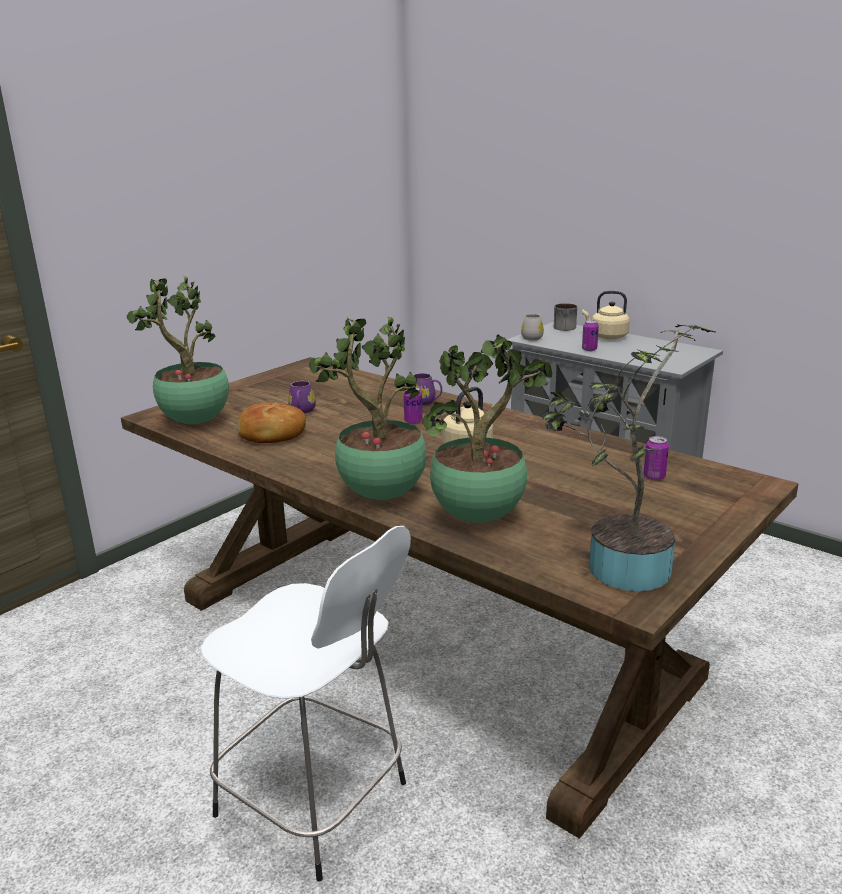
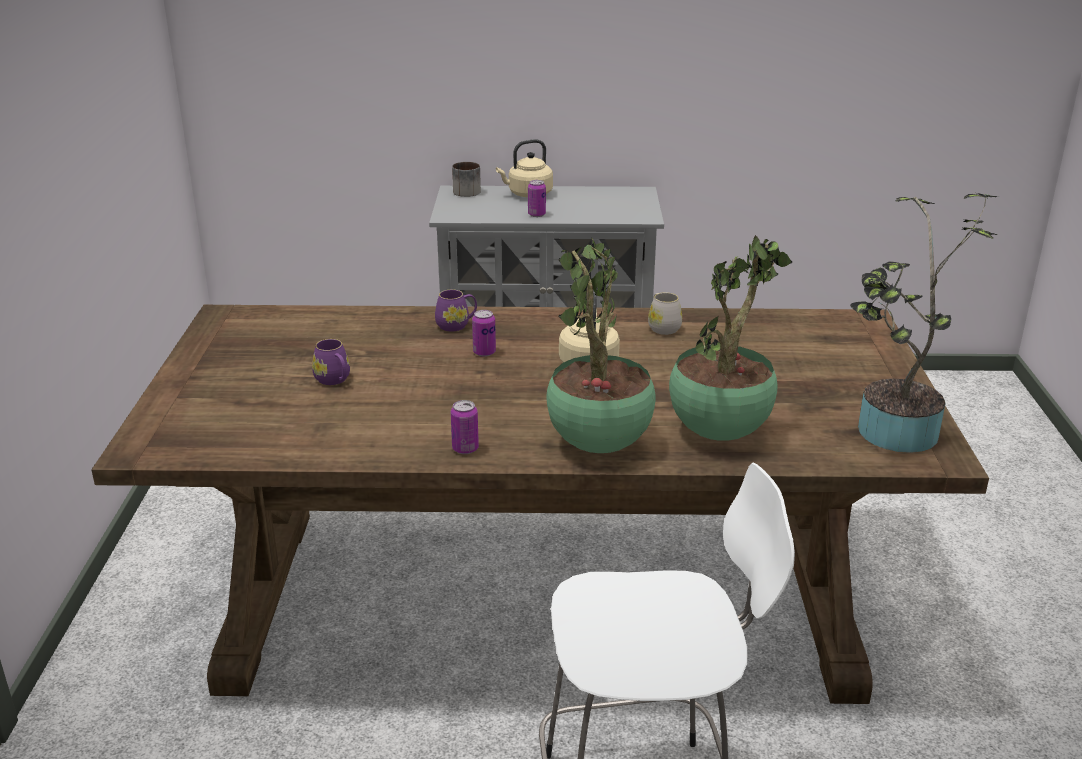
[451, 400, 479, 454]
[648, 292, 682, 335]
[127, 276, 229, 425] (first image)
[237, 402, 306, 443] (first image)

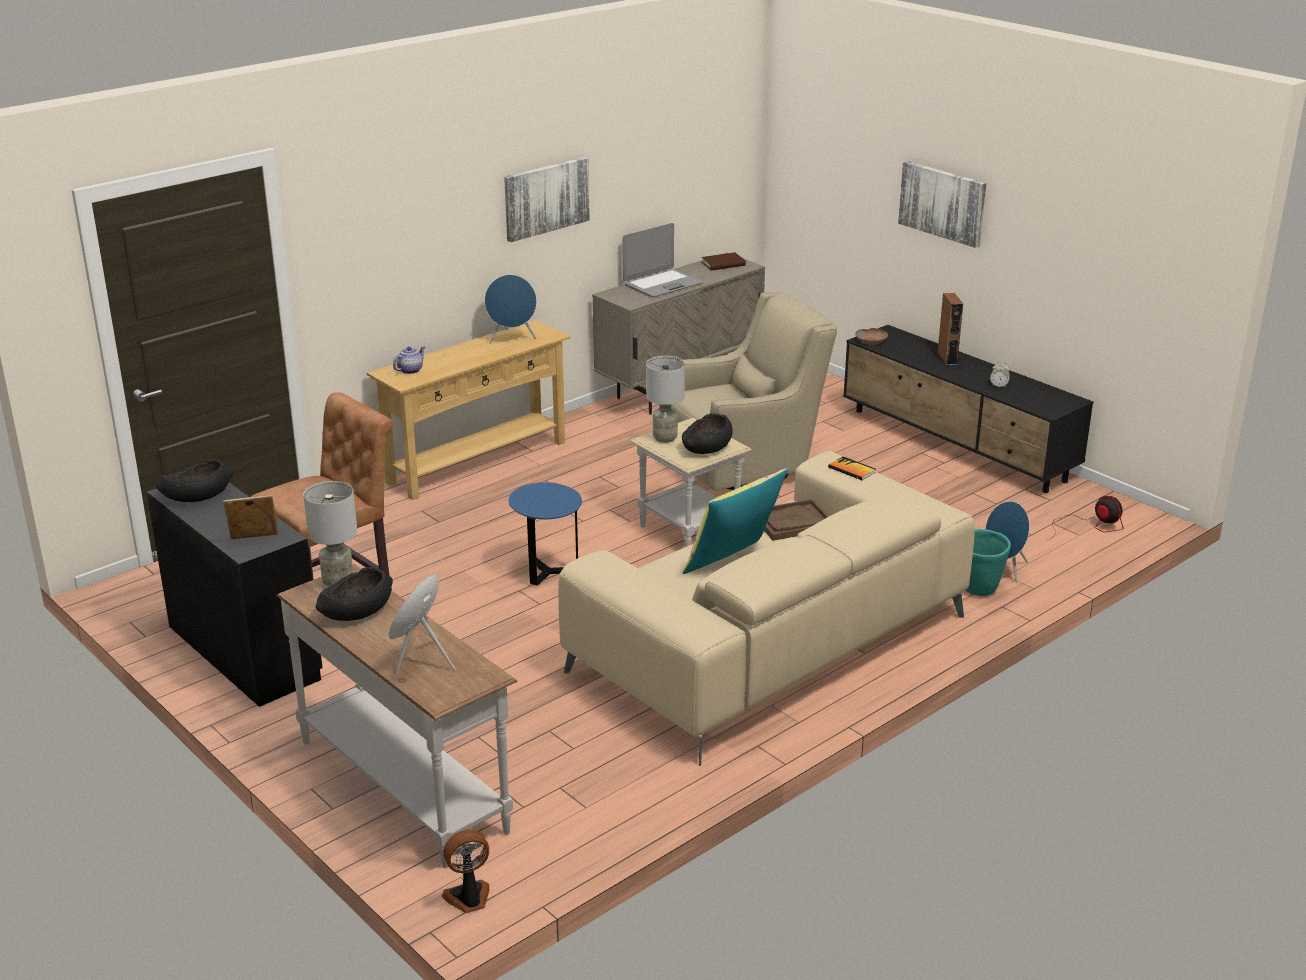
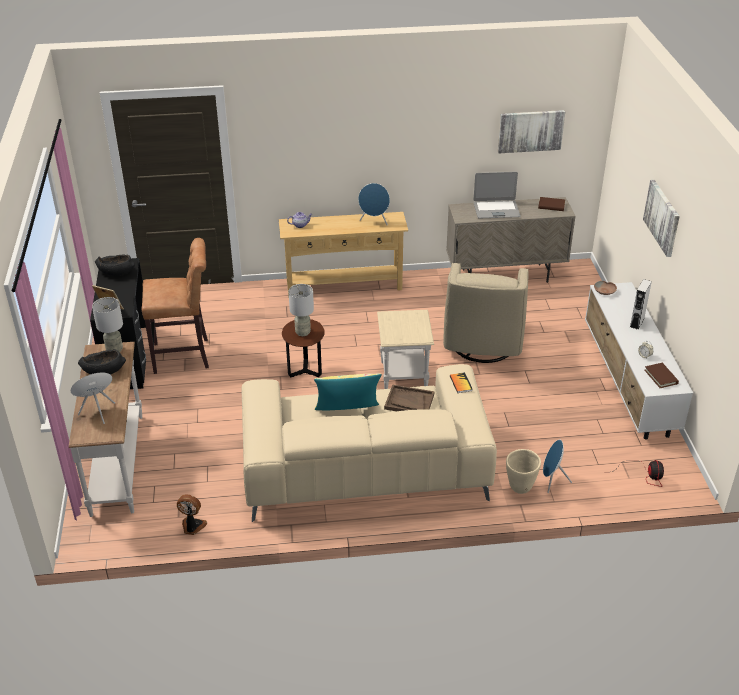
[177, 494, 207, 535]
[282, 319, 325, 377]
[288, 284, 314, 336]
[443, 263, 529, 363]
[498, 110, 565, 153]
[506, 449, 541, 494]
[585, 282, 693, 439]
[630, 279, 652, 330]
[644, 363, 679, 388]
[682, 413, 733, 454] (first image)

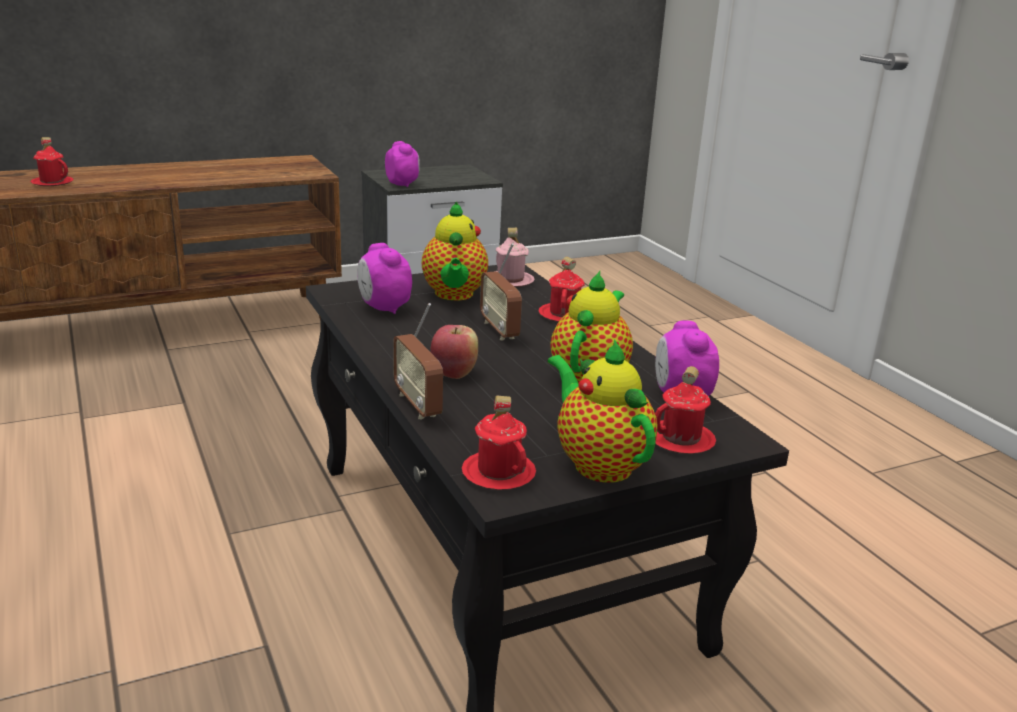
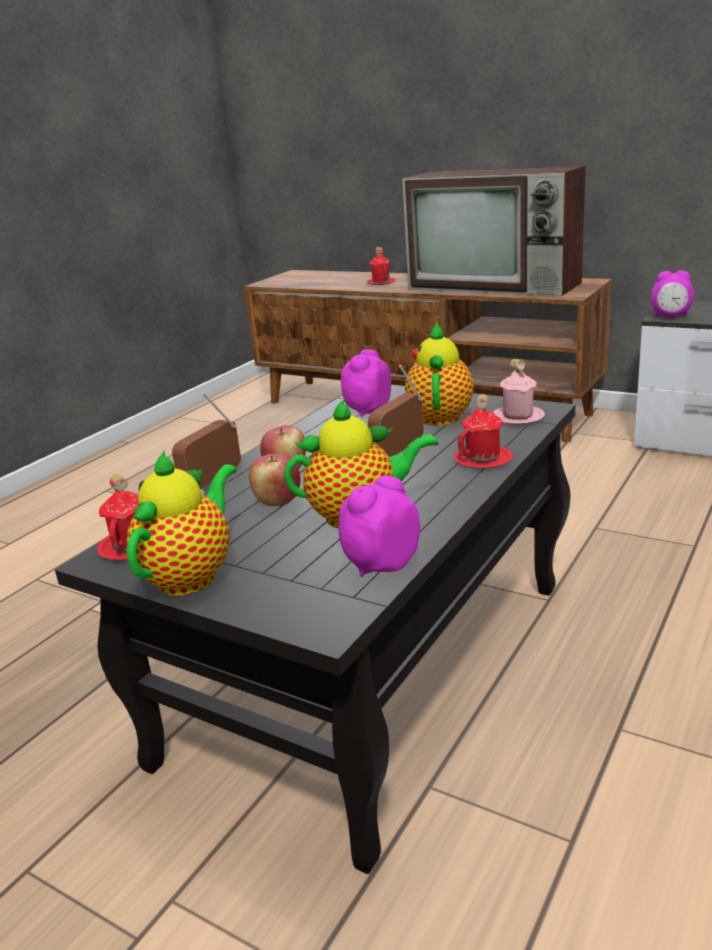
[249, 454, 300, 506]
[402, 166, 586, 296]
[405, 323, 474, 426]
[651, 270, 694, 317]
[655, 366, 716, 454] (first image)

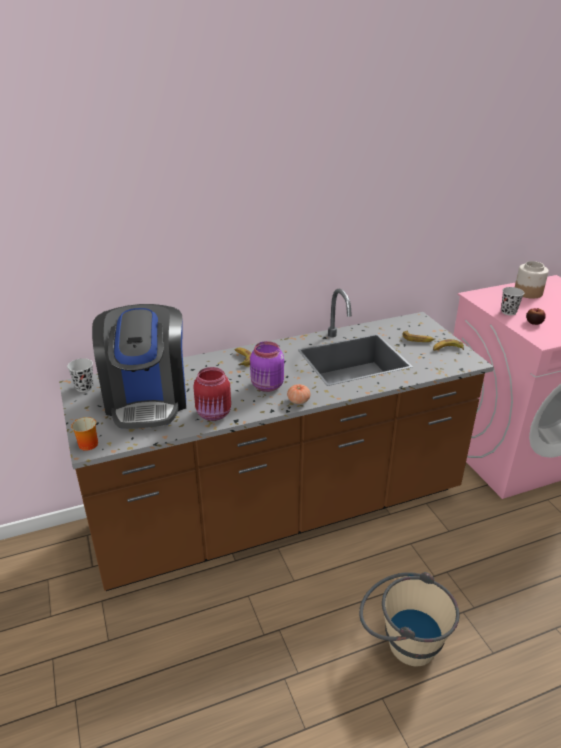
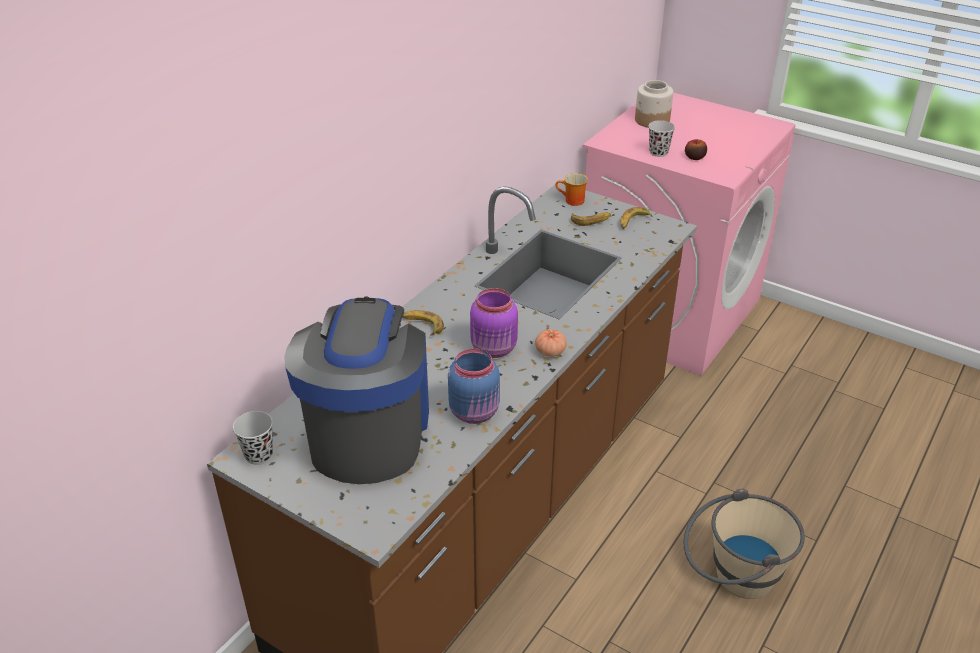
[284, 296, 429, 484]
[448, 348, 500, 424]
[555, 173, 588, 206]

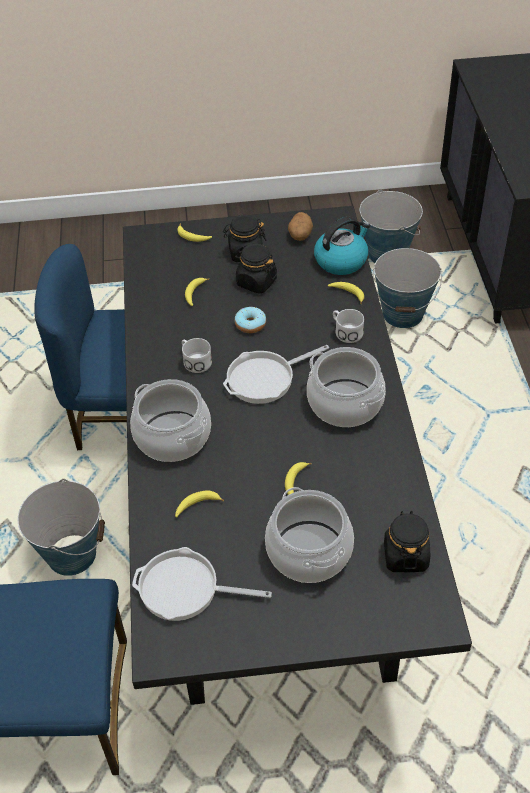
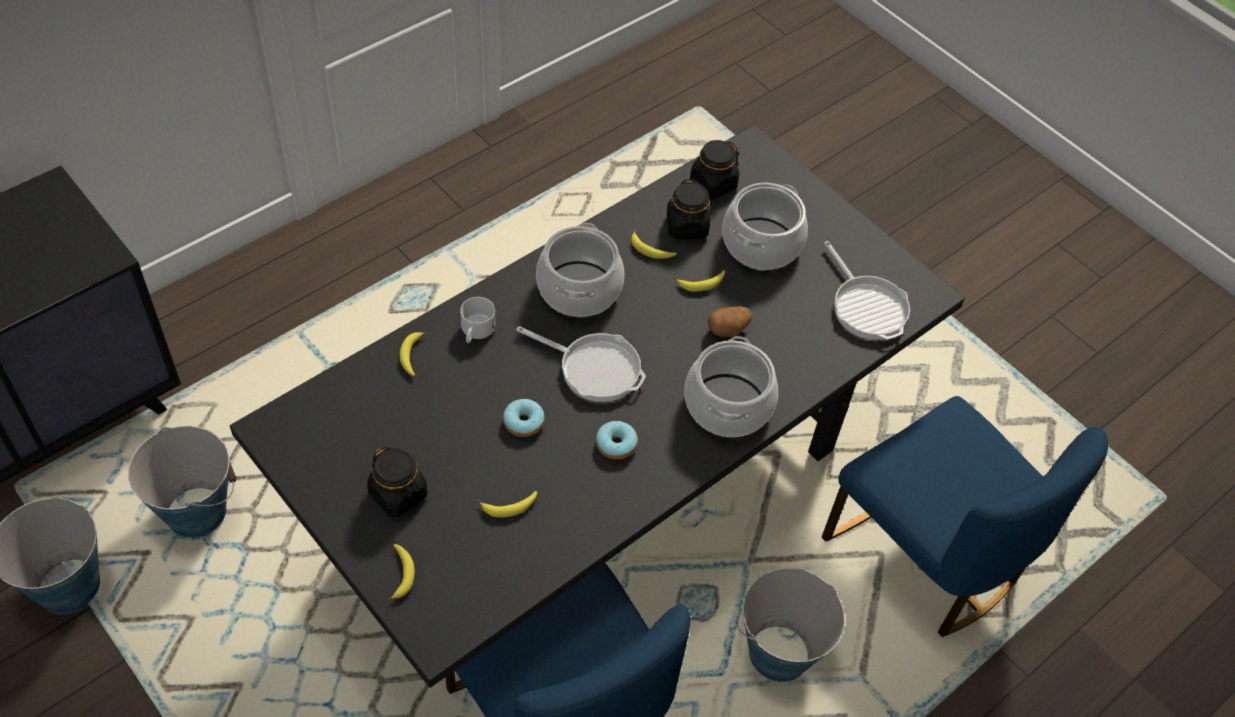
[596, 421, 638, 460]
[631, 230, 677, 259]
[667, 179, 710, 239]
[707, 306, 752, 337]
[314, 217, 370, 275] (first image)

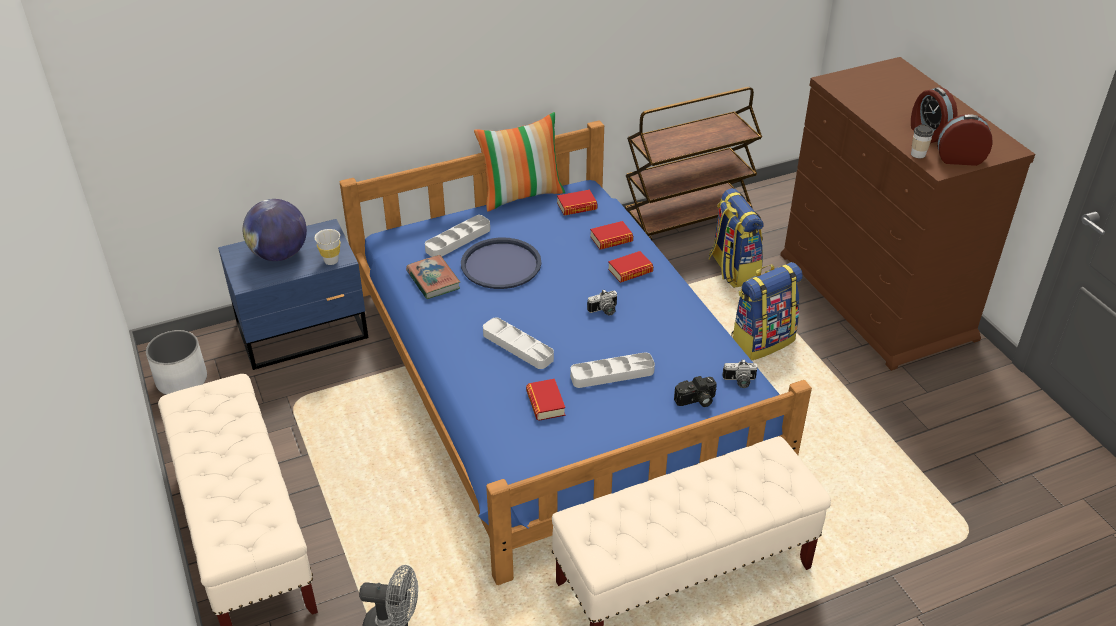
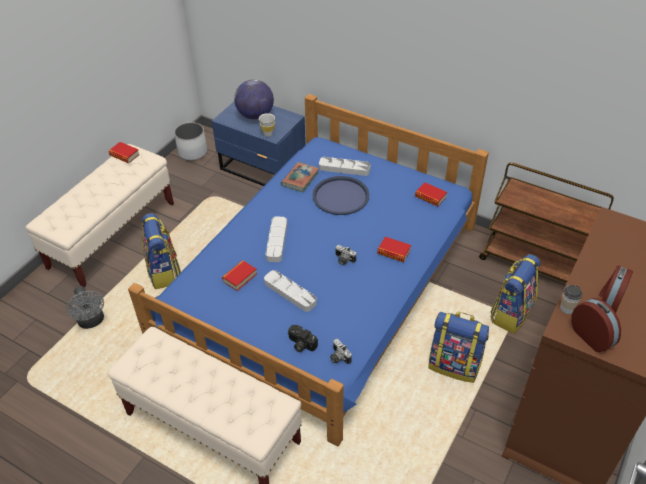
[109, 142, 140, 163]
[142, 213, 181, 289]
[474, 112, 565, 211] (first image)

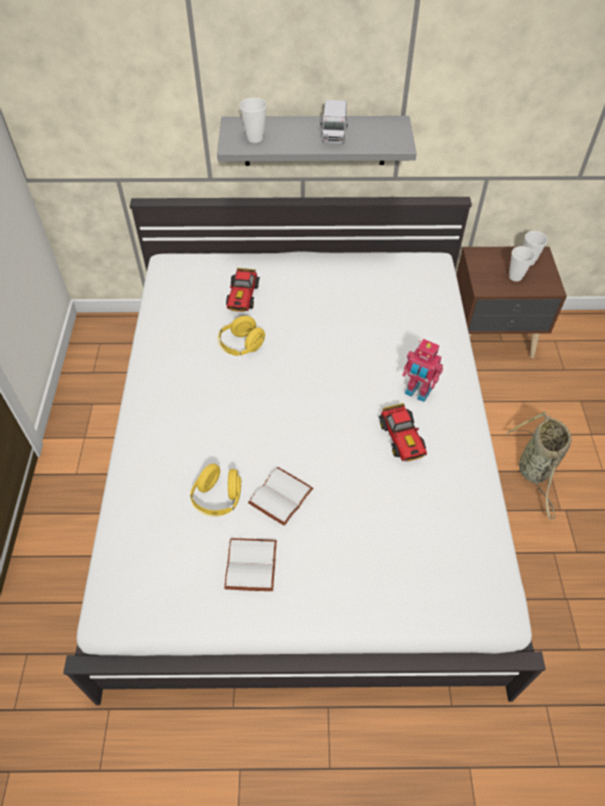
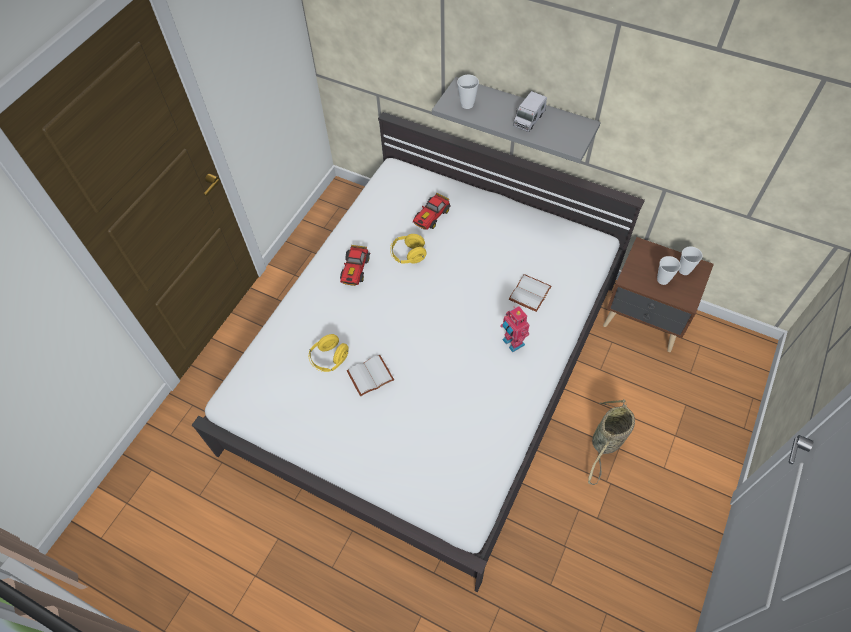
[340, 245, 370, 286]
[509, 274, 552, 312]

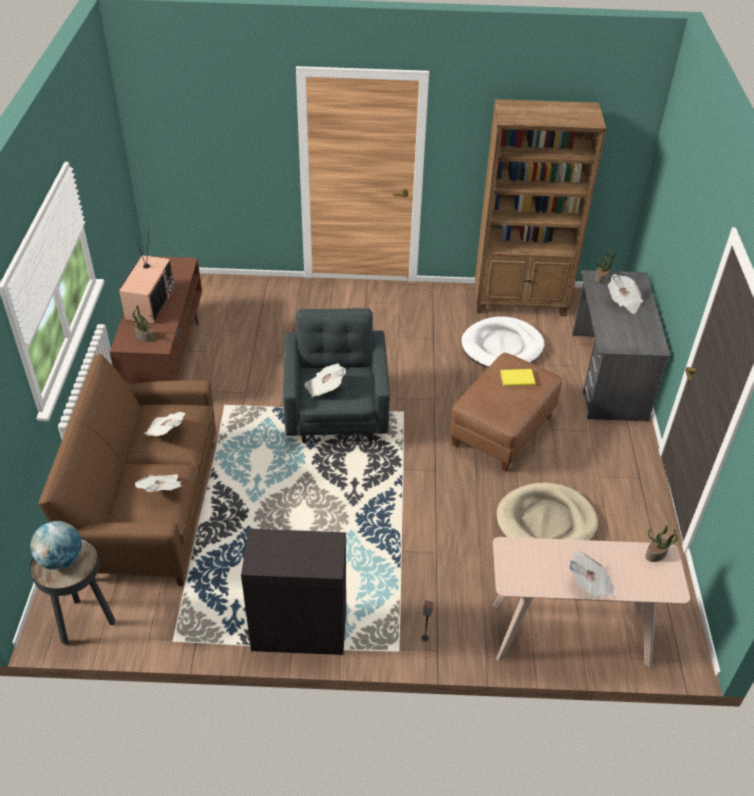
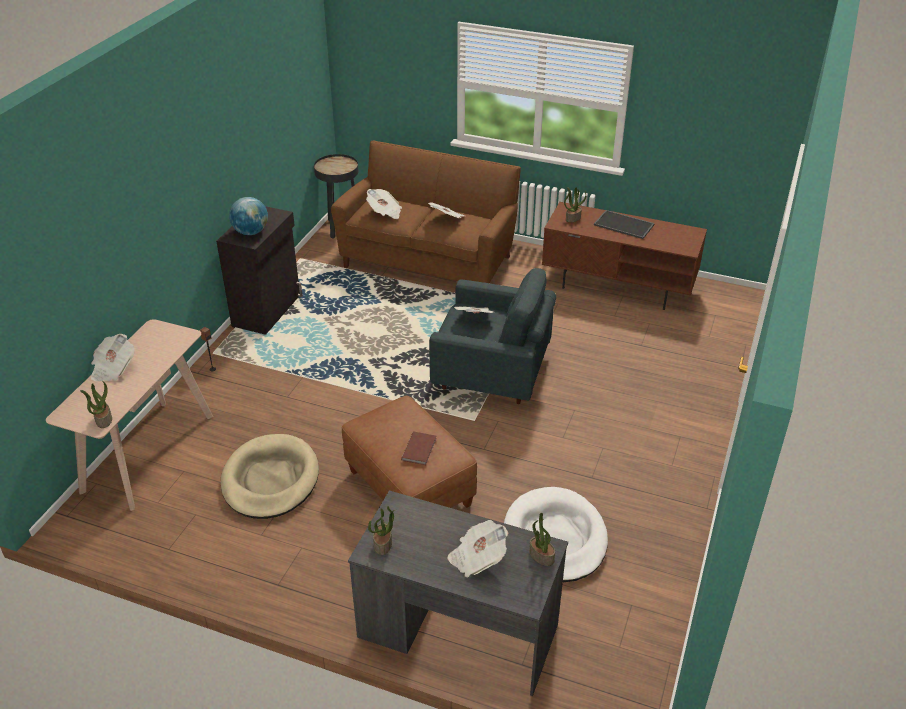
[229, 197, 268, 235]
[368, 506, 395, 555]
[401, 431, 436, 465]
[594, 210, 655, 239]
[475, 99, 606, 316] (first image)

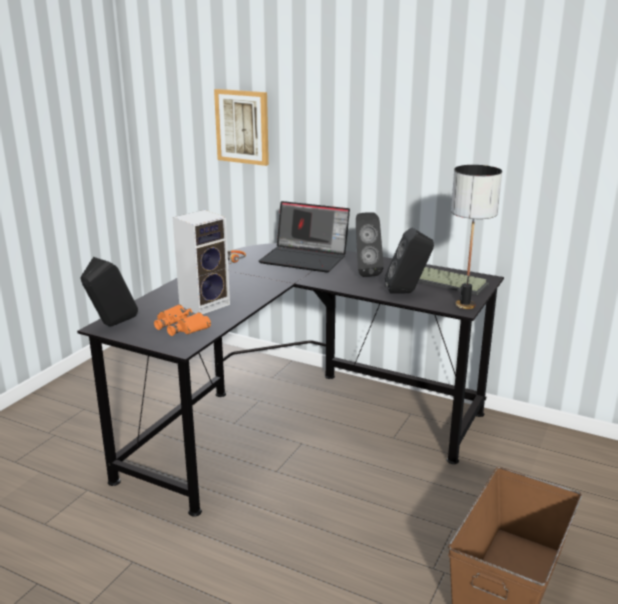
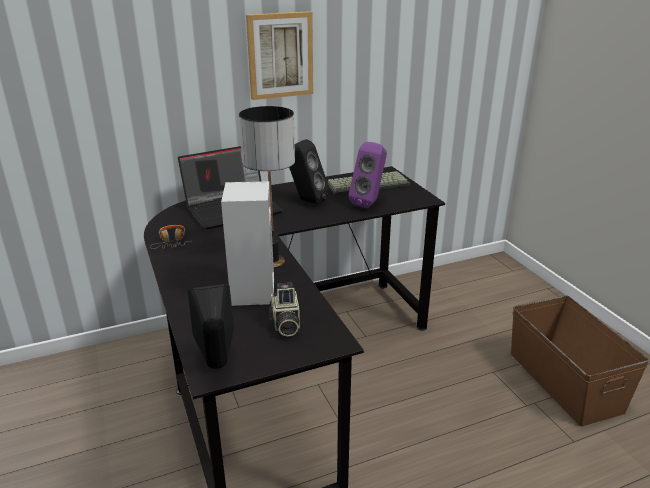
[239, 106, 295, 267]
[246, 11, 313, 100]
[269, 283, 300, 337]
[348, 142, 387, 209]

